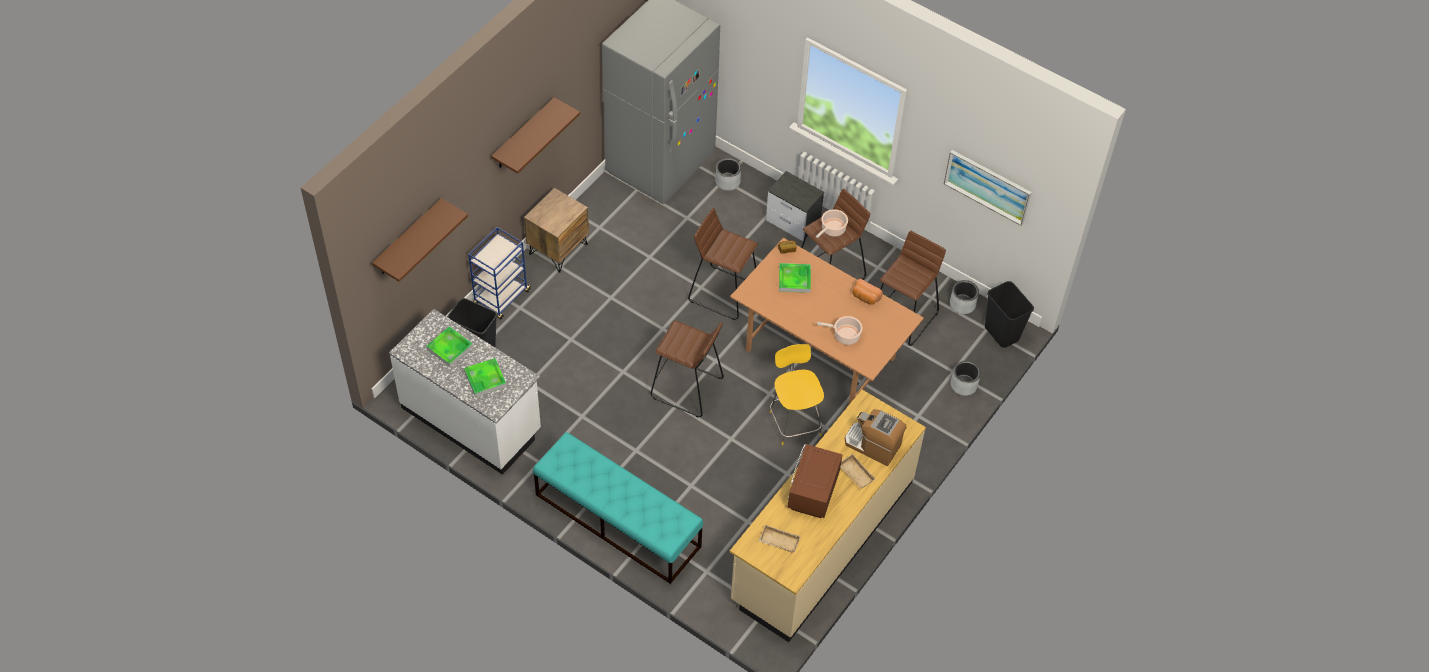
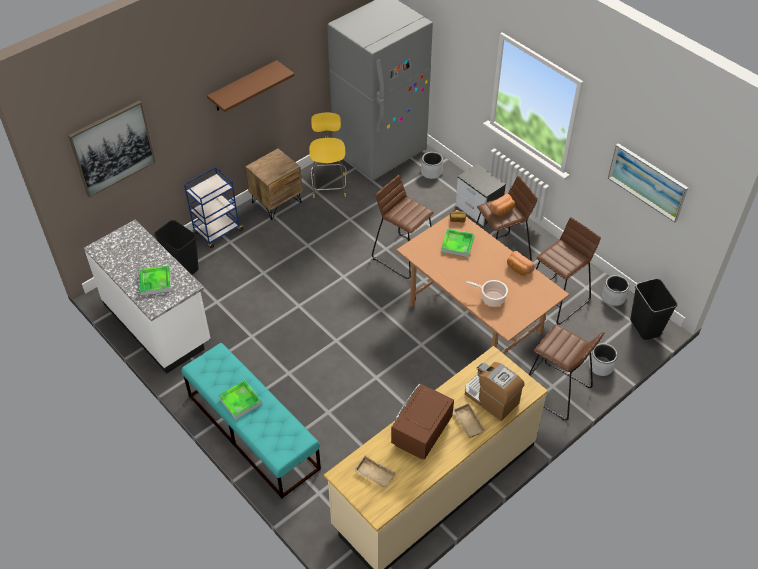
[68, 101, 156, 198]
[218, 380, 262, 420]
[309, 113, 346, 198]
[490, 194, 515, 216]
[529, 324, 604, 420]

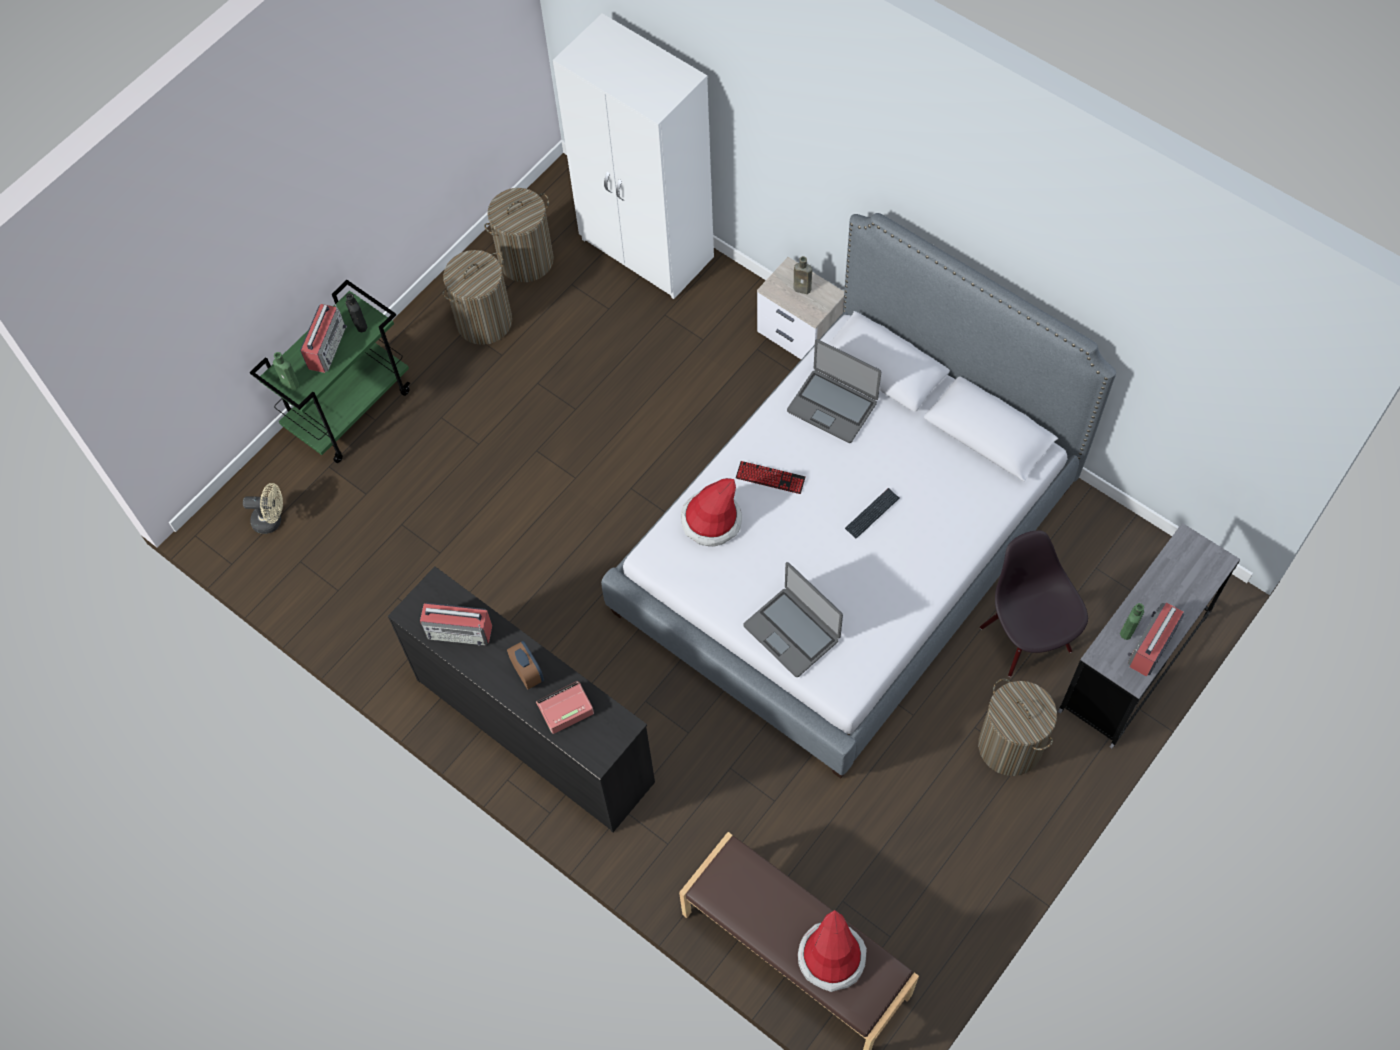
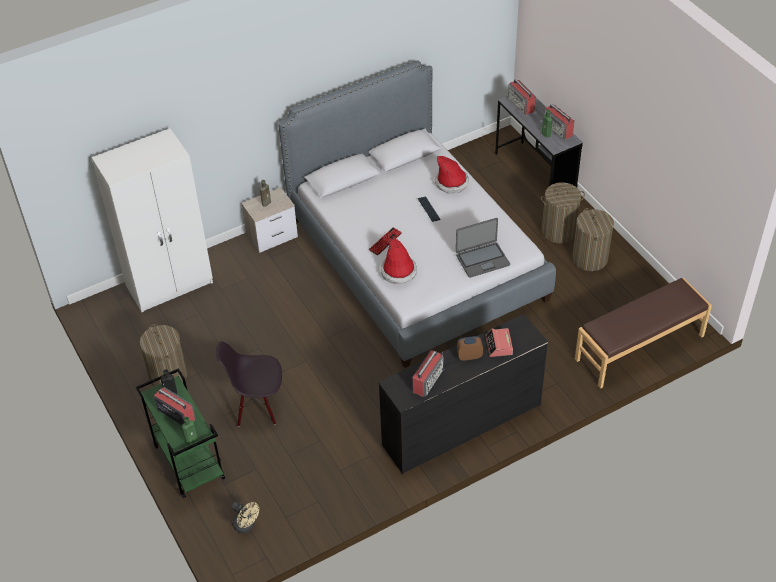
[216, 341, 282, 427]
[232, 502, 259, 533]
[435, 156, 469, 194]
[508, 79, 536, 115]
[572, 208, 614, 271]
[787, 339, 881, 443] (first image)

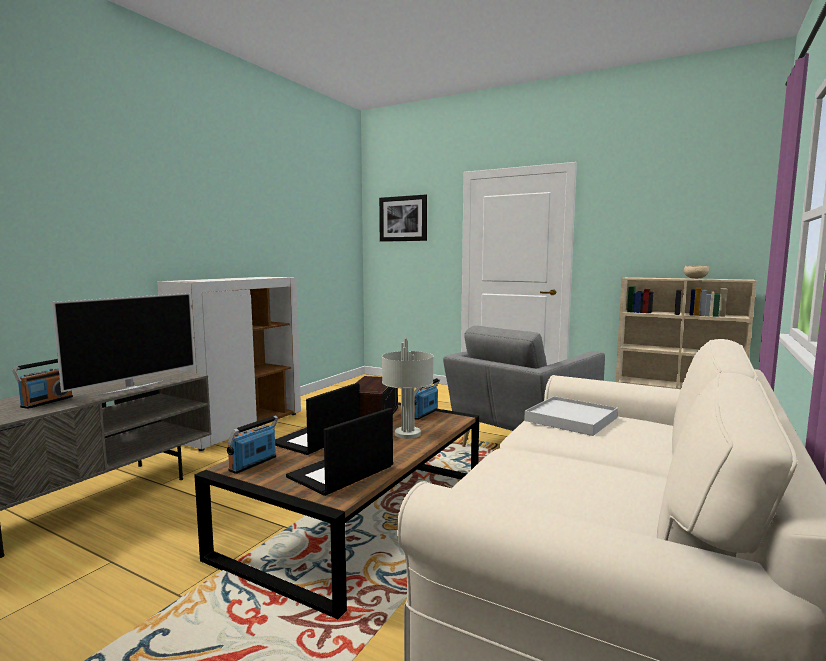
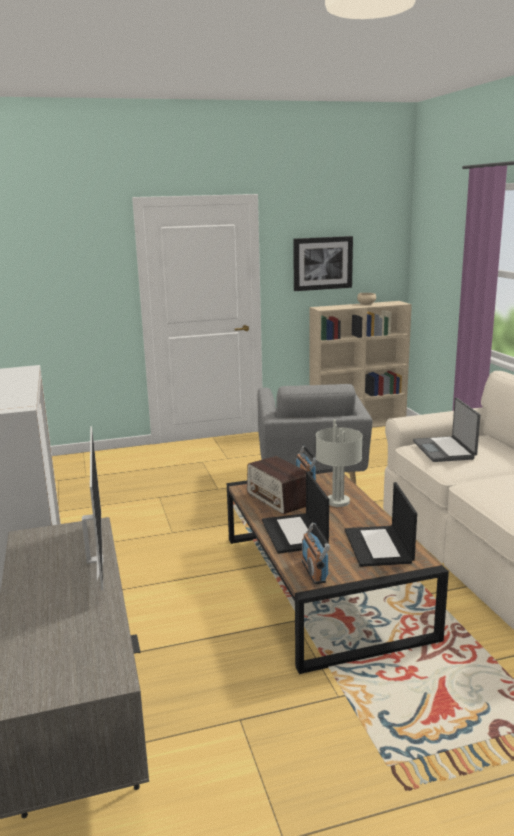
[293, 236, 353, 291]
[413, 398, 480, 462]
[12, 359, 73, 409] (first image)

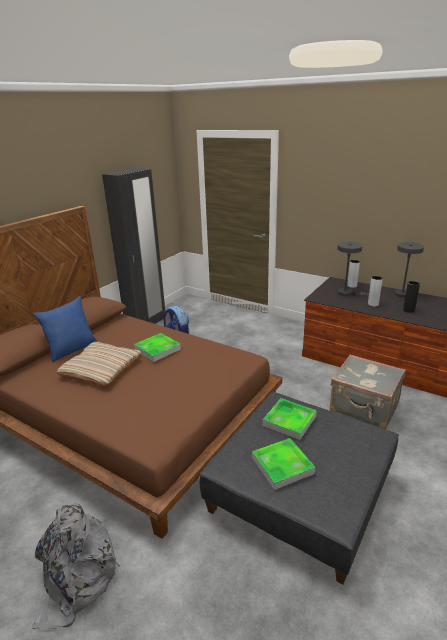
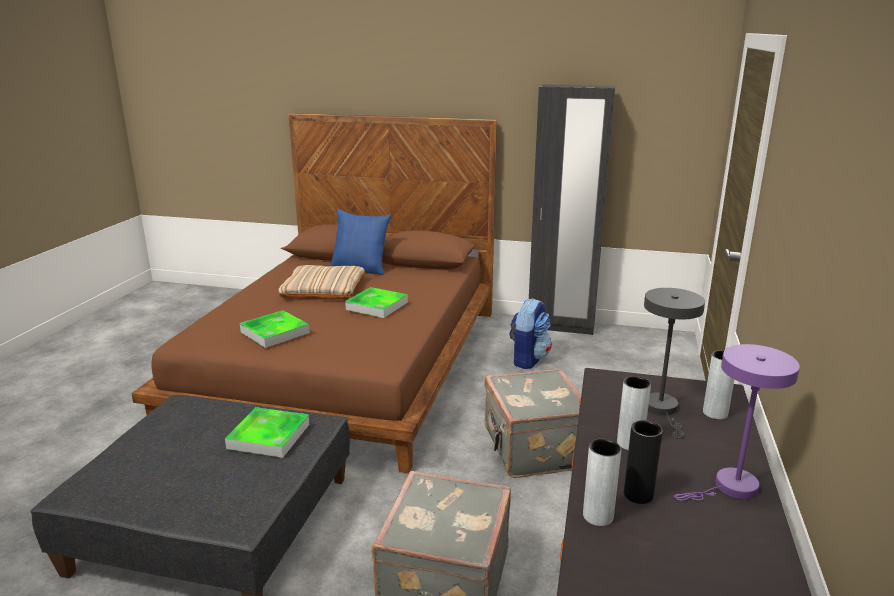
[240, 310, 310, 348]
[484, 369, 581, 478]
[583, 439, 621, 526]
[674, 344, 800, 501]
[32, 503, 120, 629] (first image)

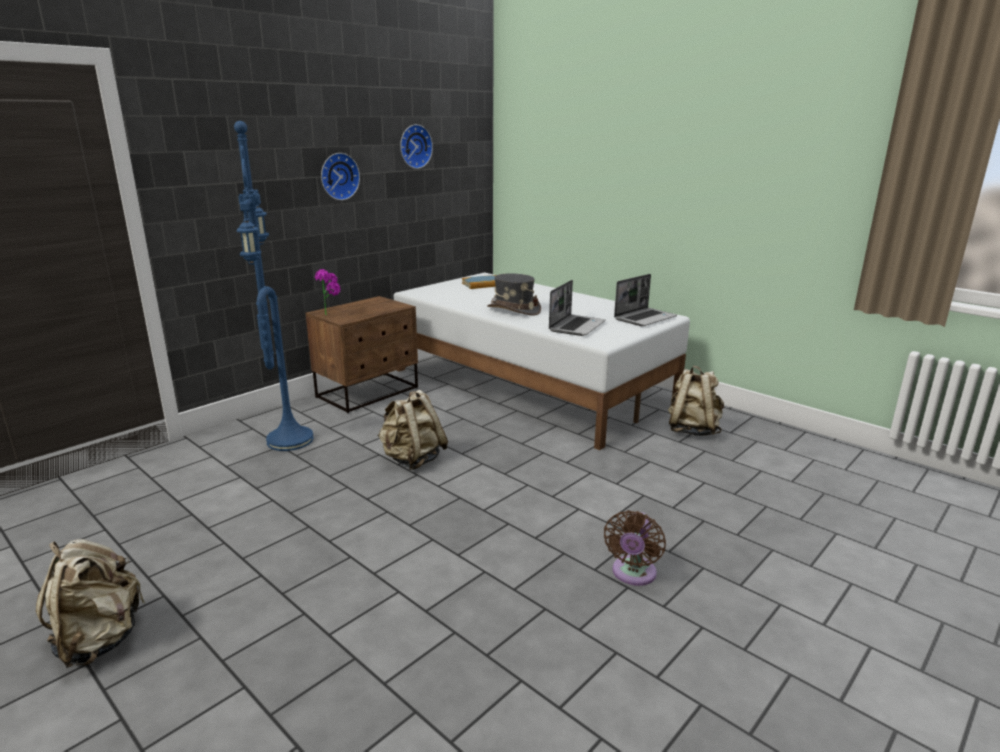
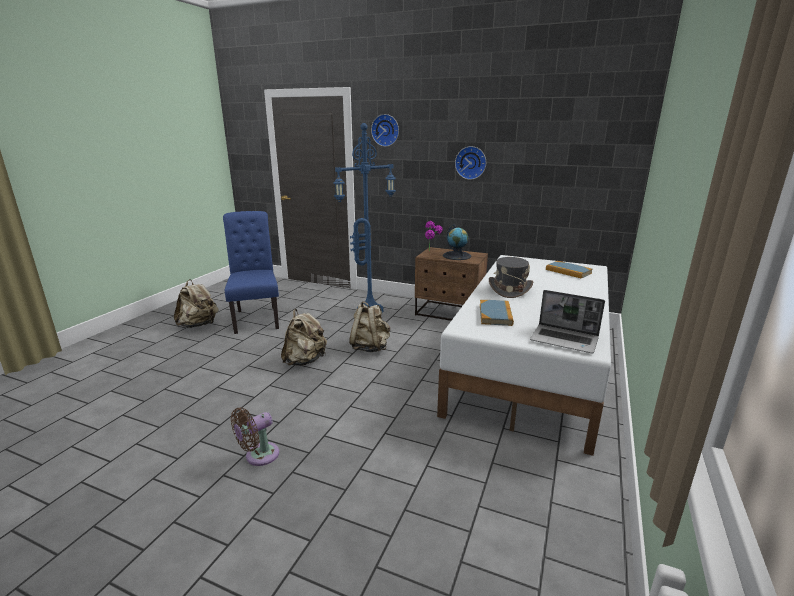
[223, 211, 279, 334]
[230, 408, 279, 466]
[281, 309, 327, 366]
[371, 114, 399, 147]
[443, 224, 471, 260]
[480, 300, 514, 326]

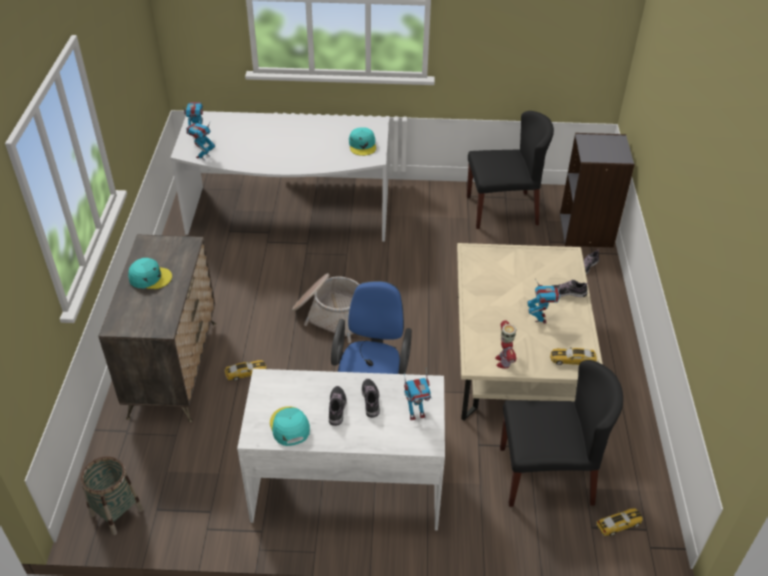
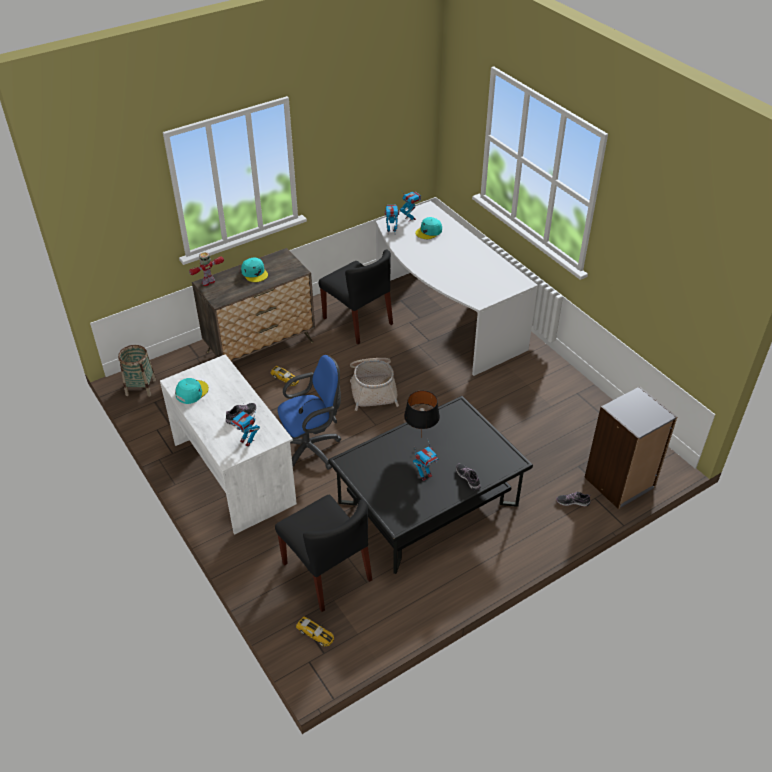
[189, 252, 224, 286]
[319, 250, 393, 344]
[328, 396, 533, 574]
[404, 390, 440, 435]
[415, 217, 442, 239]
[329, 386, 347, 426] (first image)
[550, 347, 597, 365] (first image)

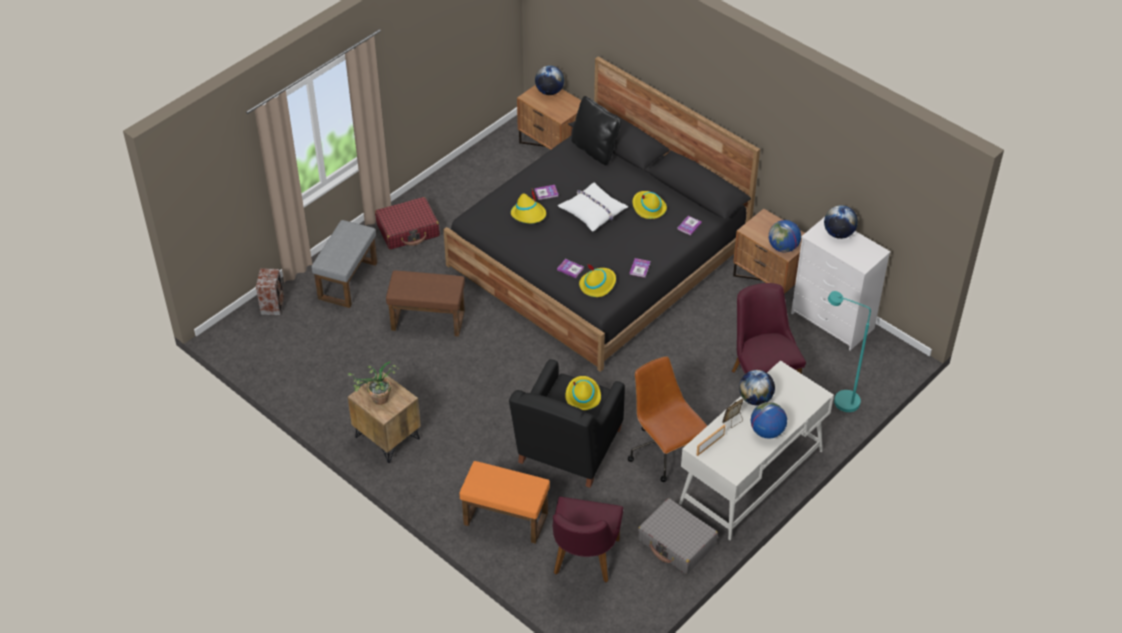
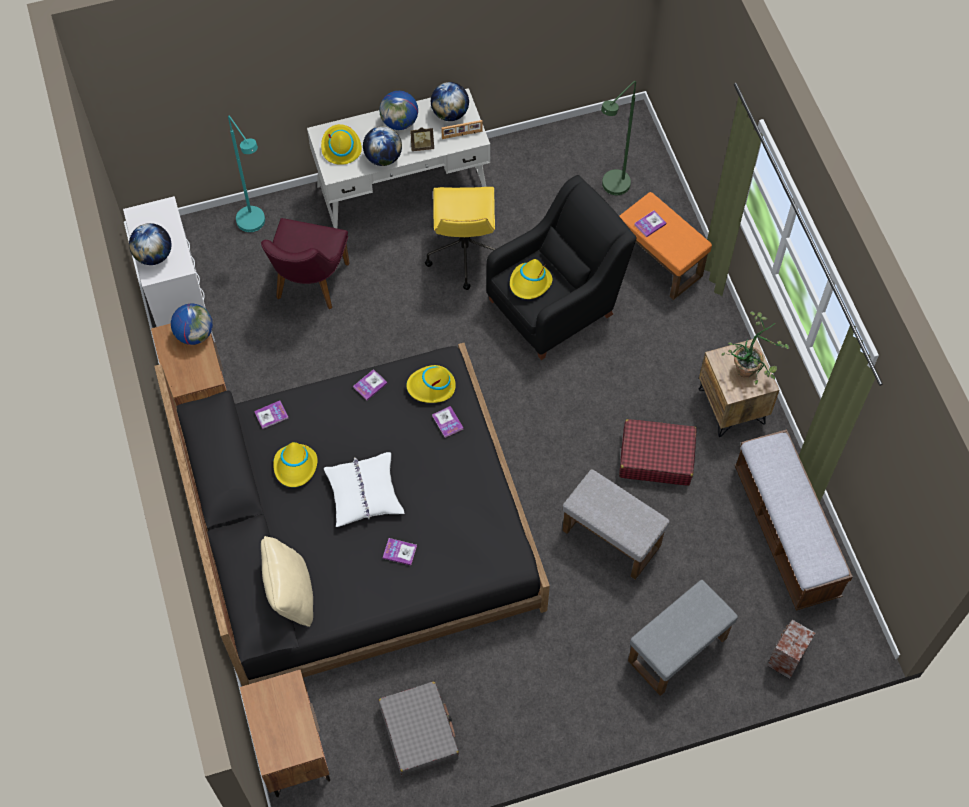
[261, 536, 313, 627]
[321, 124, 362, 165]
[378, 681, 459, 778]
[425, 187, 495, 290]
[431, 82, 469, 121]
[562, 469, 670, 580]
[601, 81, 636, 195]
[619, 419, 697, 486]
[634, 211, 666, 238]
[735, 429, 853, 610]

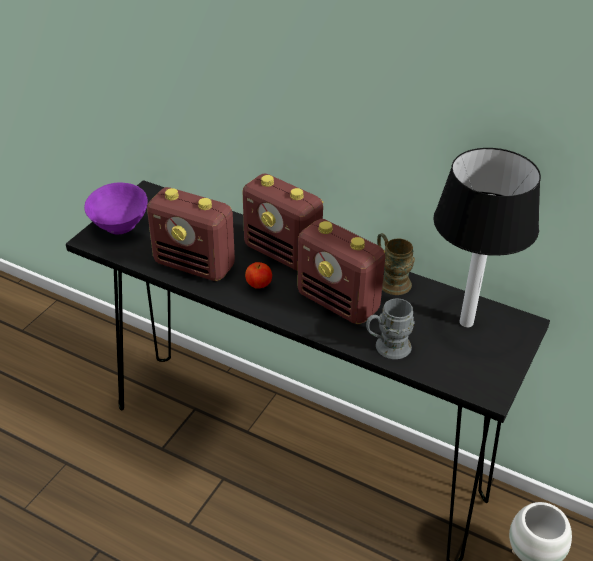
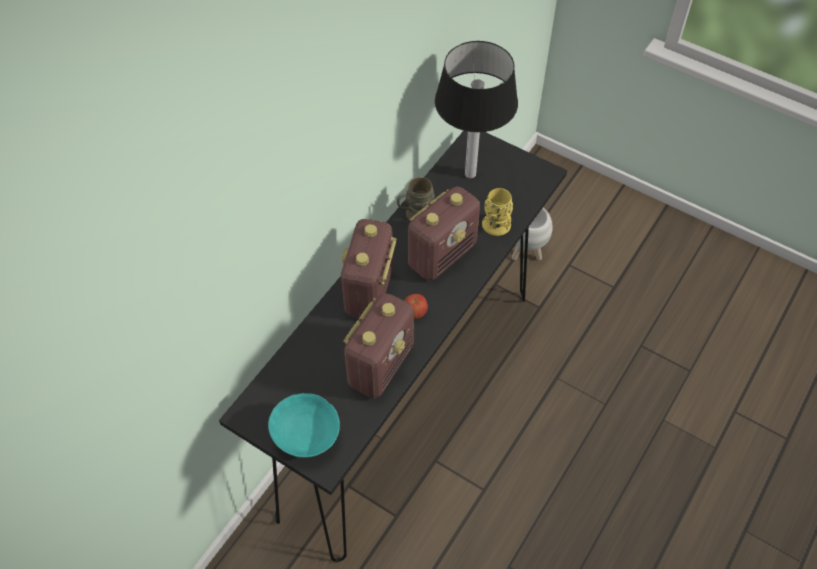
[268, 393, 340, 458]
[341, 219, 397, 318]
[482, 188, 513, 236]

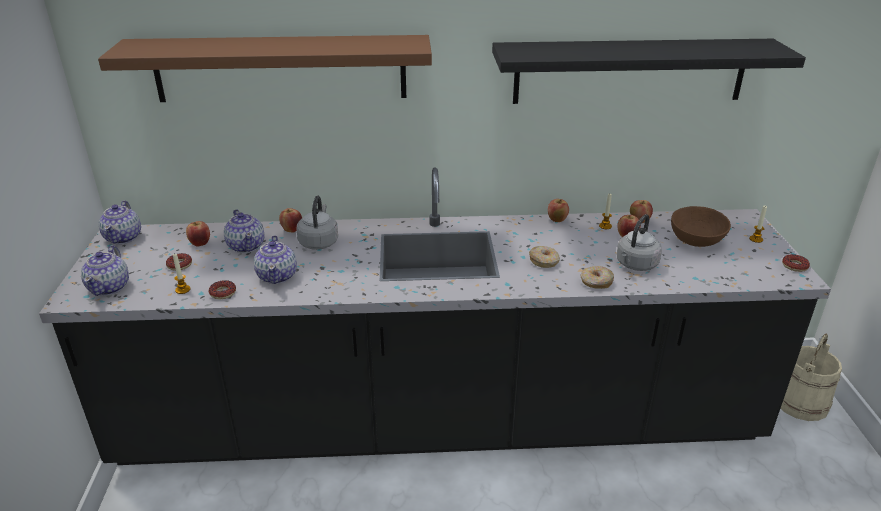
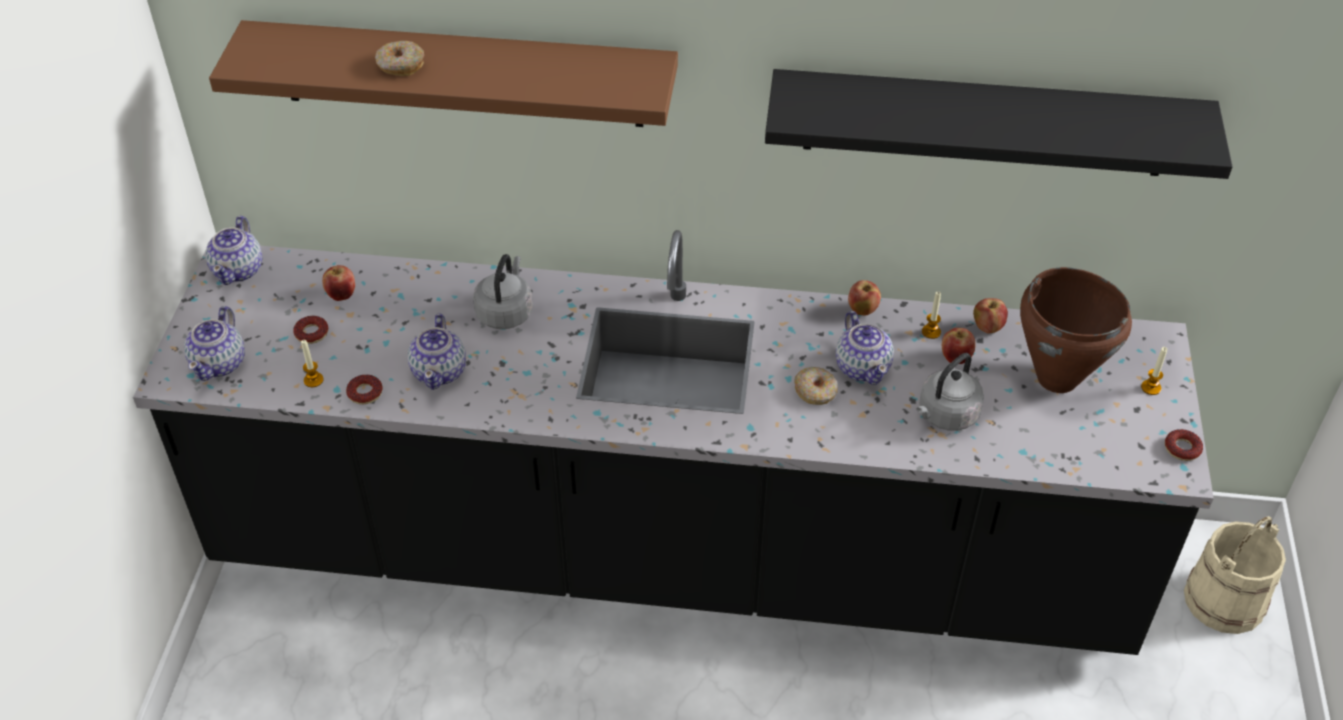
[375, 41, 424, 76]
[836, 311, 894, 385]
[1020, 267, 1132, 393]
[279, 208, 302, 233] (first image)

